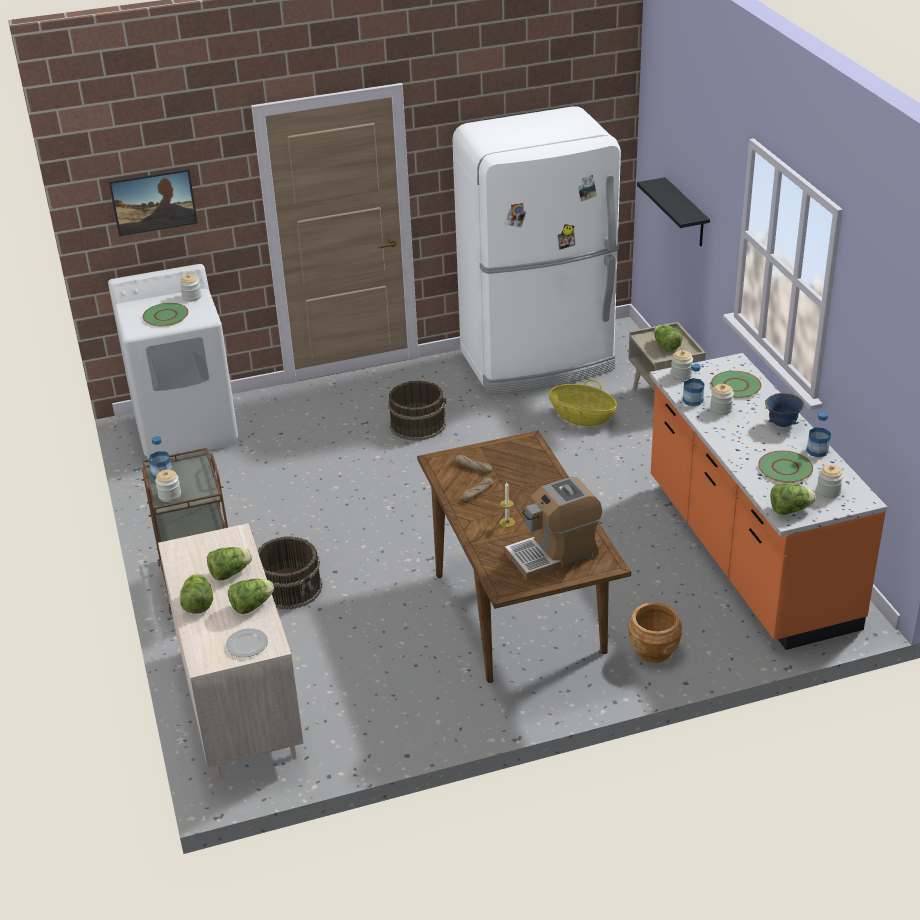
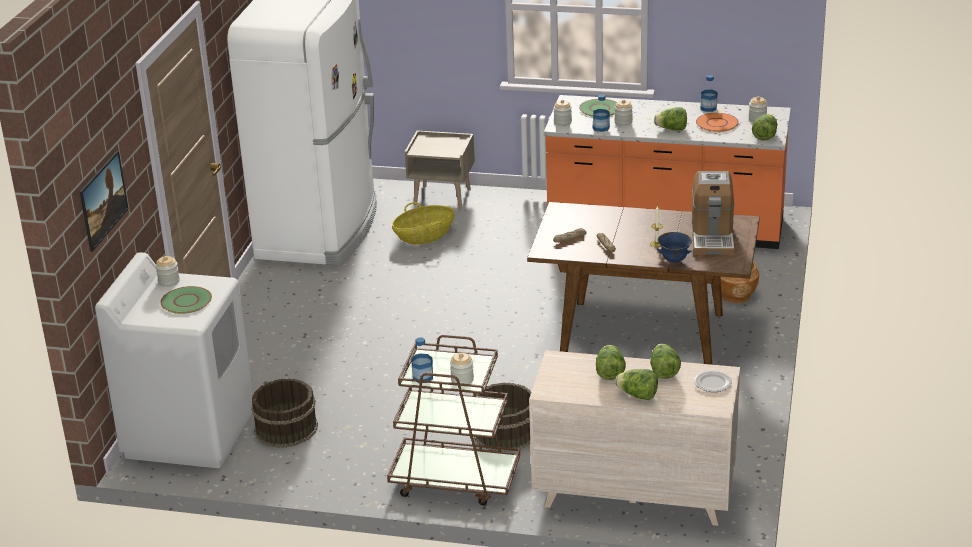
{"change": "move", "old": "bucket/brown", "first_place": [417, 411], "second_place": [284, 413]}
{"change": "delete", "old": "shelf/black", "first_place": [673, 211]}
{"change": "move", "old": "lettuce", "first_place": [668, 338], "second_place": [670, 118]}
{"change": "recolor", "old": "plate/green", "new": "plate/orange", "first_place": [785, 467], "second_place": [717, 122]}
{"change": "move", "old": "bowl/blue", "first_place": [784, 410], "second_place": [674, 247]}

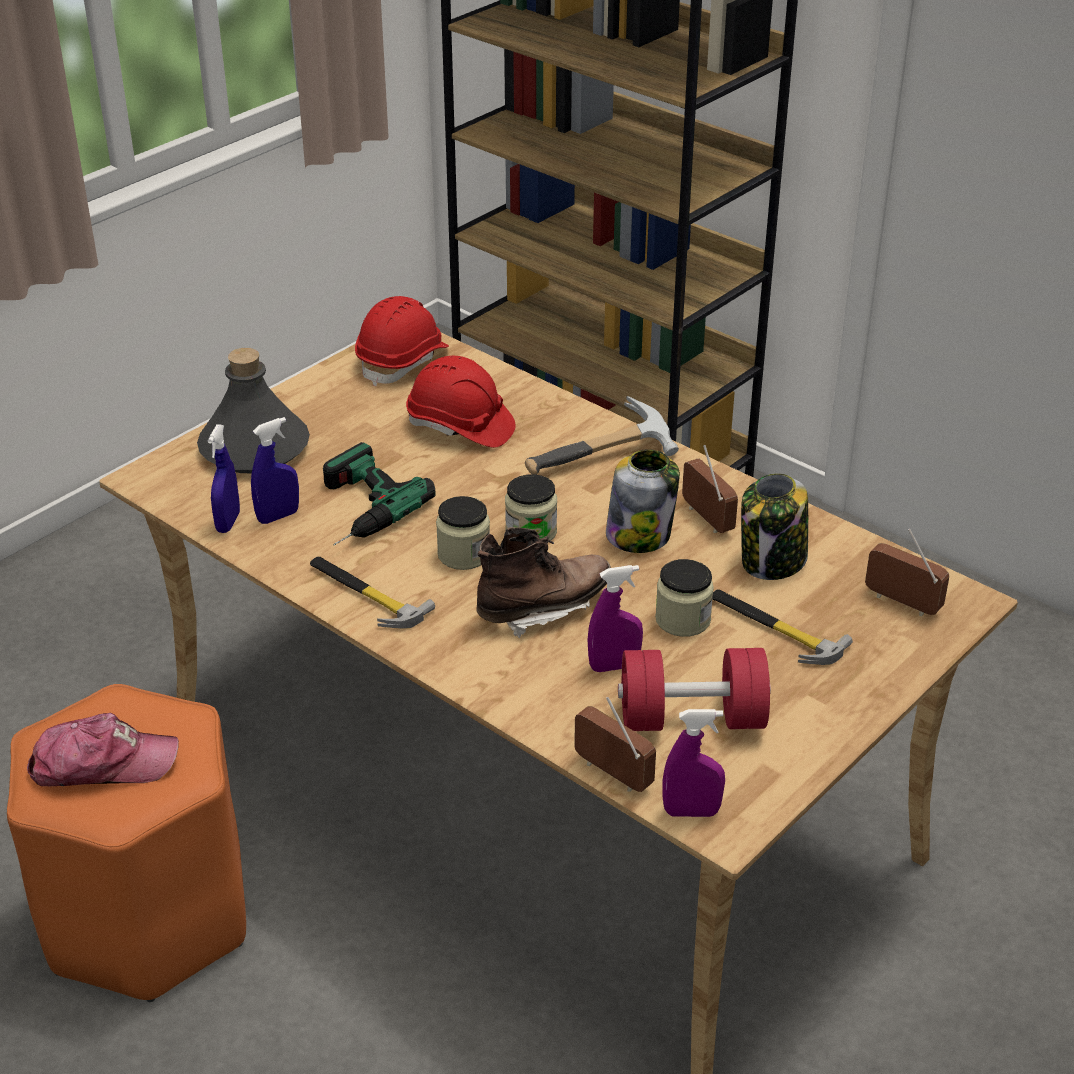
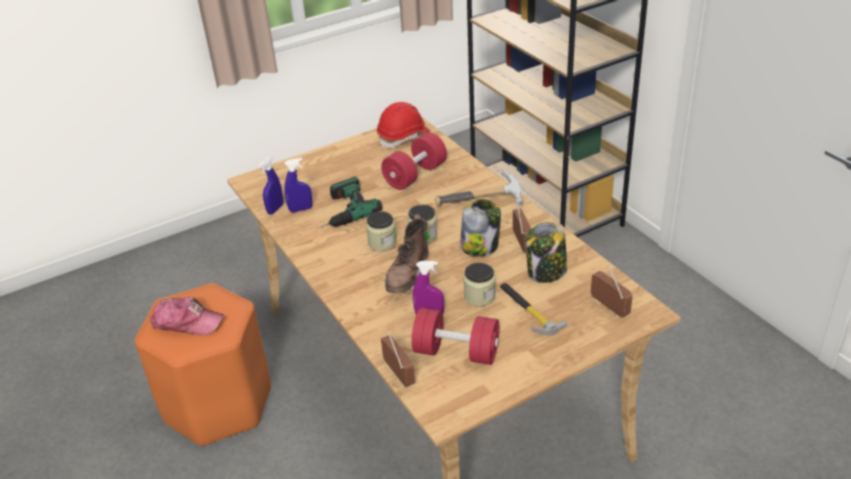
{"change": "delete", "old": "bottle/grey", "first_place": [253, 410]}
{"change": "delete", "old": "hammer", "first_place": [372, 593]}
{"change": "replace", "old": "hard hat/red", "new": "dumbbell/red", "first_place": [460, 402], "second_place": [414, 161]}
{"change": "rotate", "old": "boot/brown", "first_place": [543, 582], "second_place": [406, 253], "degrees": 120}
{"change": "delete", "old": "spray bottle/purple", "first_place": [693, 763]}

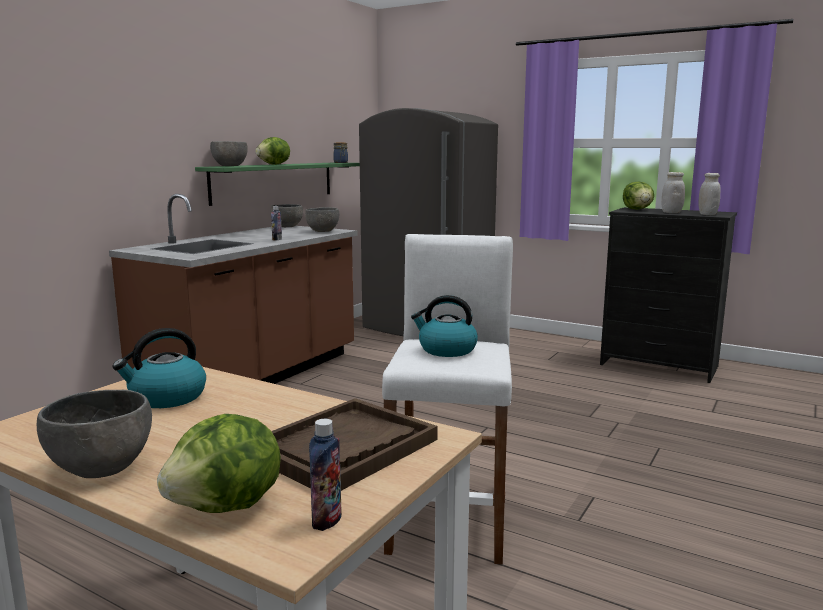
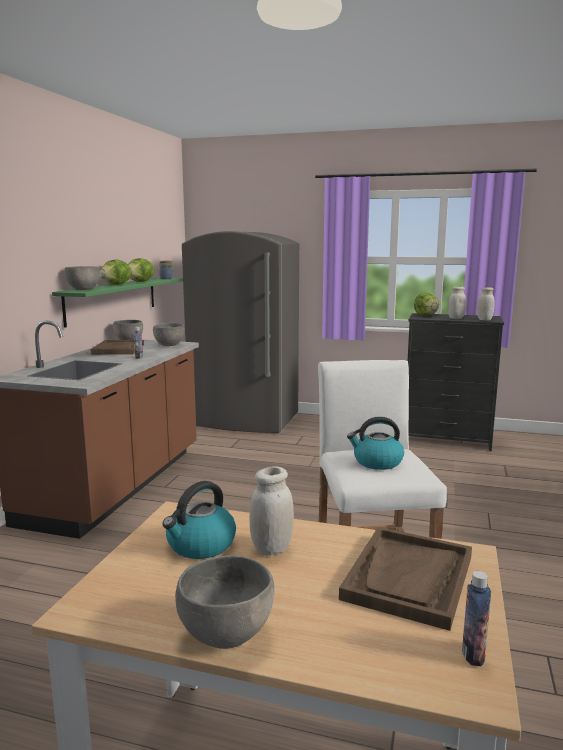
{"change": "move", "old": "lettuce", "first_place": [219, 463], "second_place": [141, 270]}
{"change": "insert", "new": "tray/brown", "second_place": [117, 347]}
{"change": "insert", "new": "jar/white", "second_place": [272, 511]}

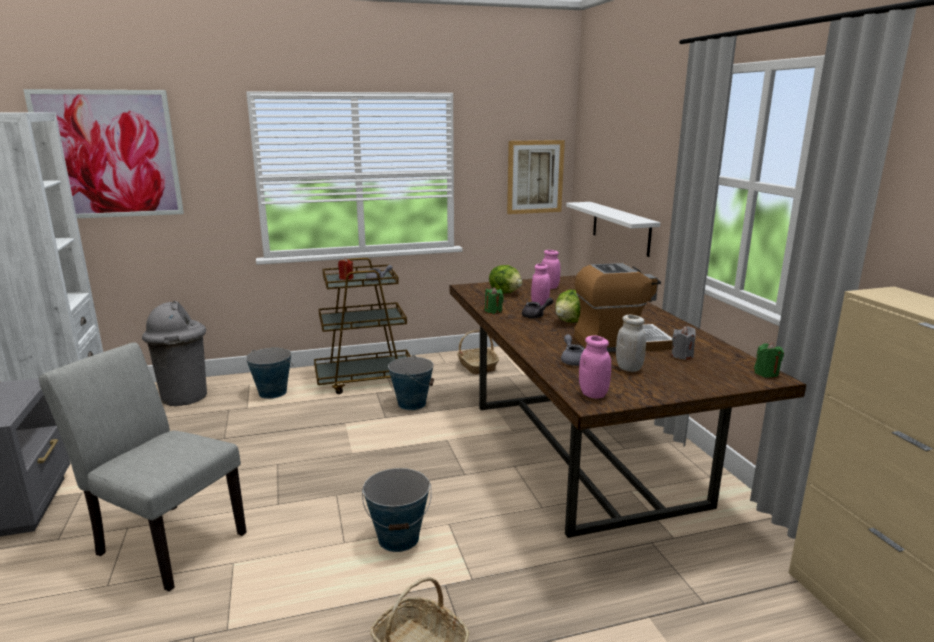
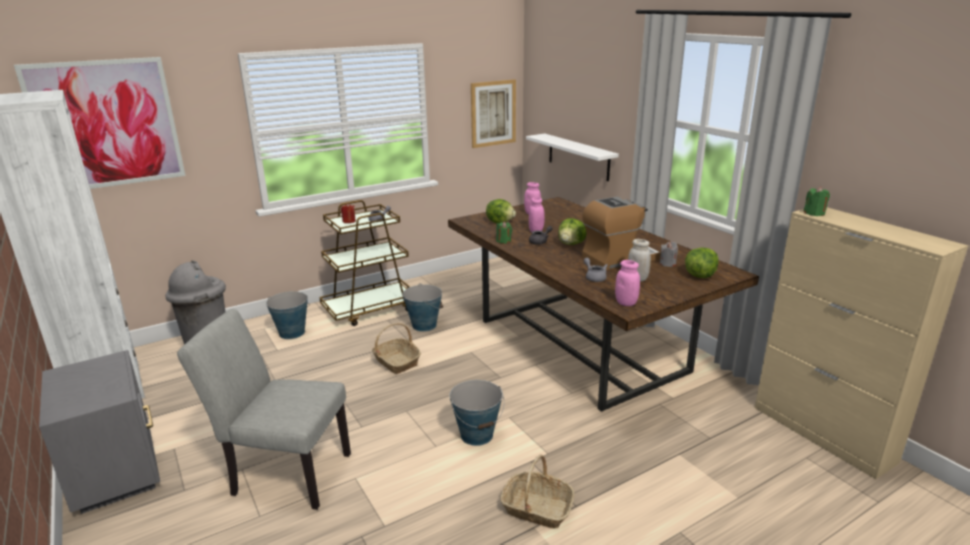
{"change": "move", "old": "basket", "first_place": [478, 352], "second_place": [396, 348]}
{"change": "move", "old": "candle/green", "first_place": [769, 360], "second_place": [816, 201]}
{"change": "insert", "new": "lettuce", "second_place": [702, 262]}

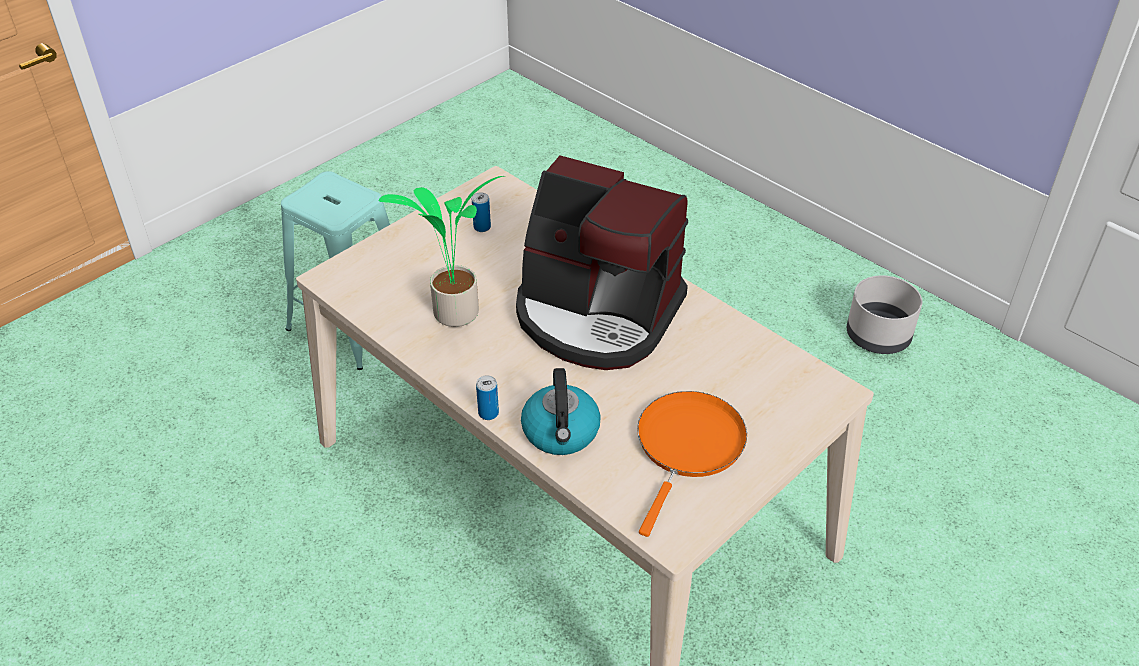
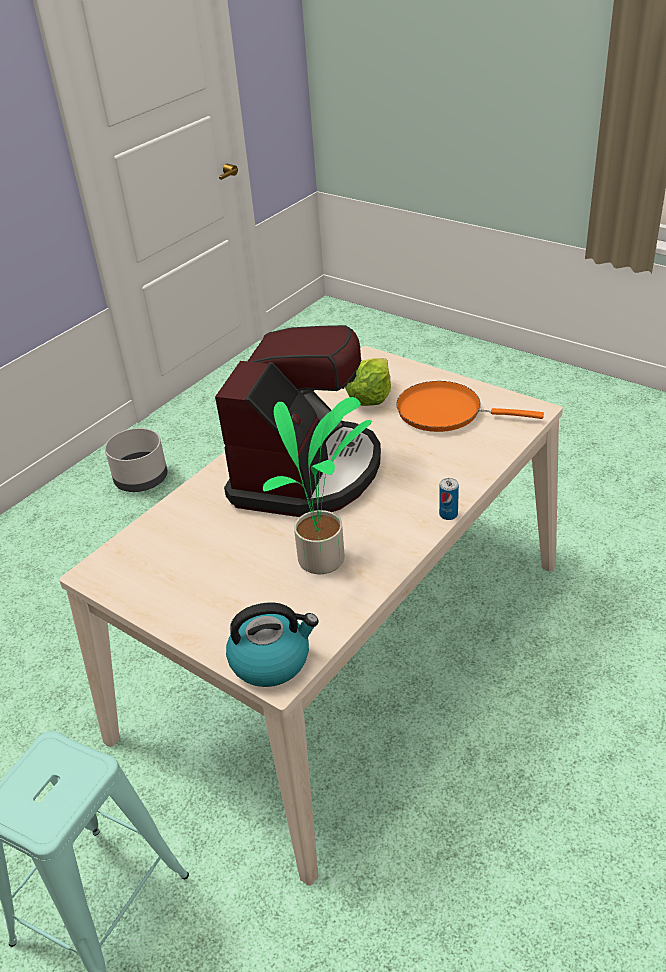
{"change": "delete", "old": "can", "first_place": [481, 212]}
{"change": "move", "old": "kettle", "first_place": [561, 411], "second_place": [272, 644]}
{"change": "insert", "new": "lettuce", "second_place": [368, 382]}

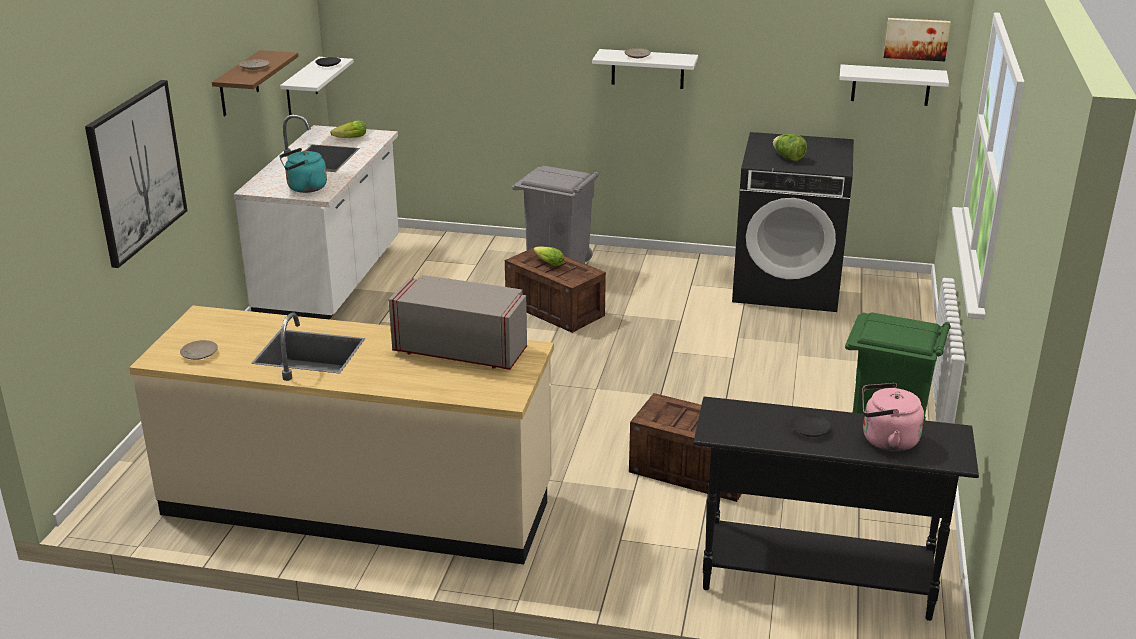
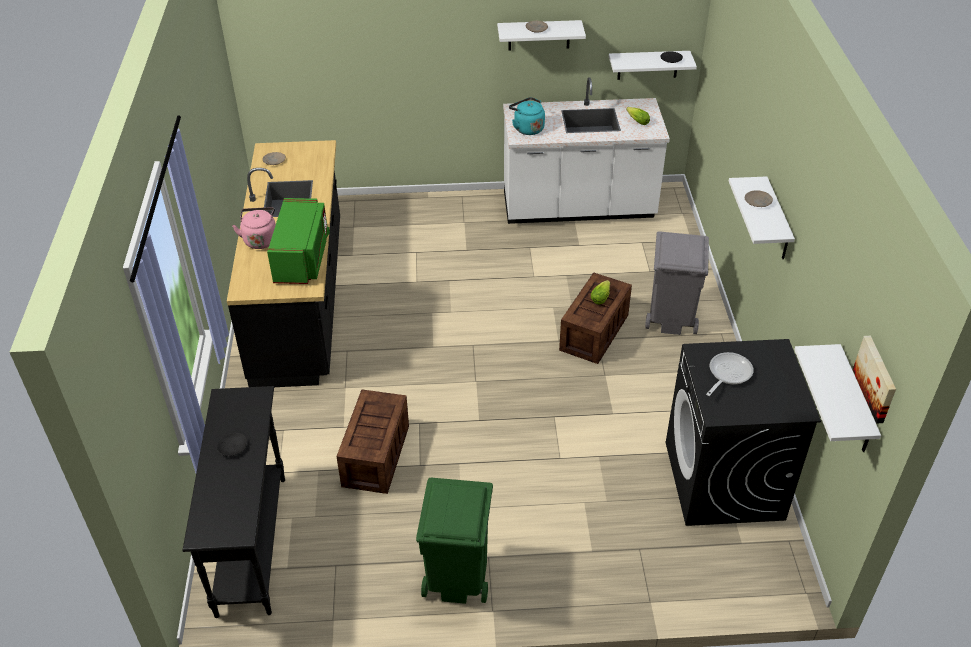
{"change": "delete", "old": "picture", "first_place": [136, 174]}
{"change": "recolor", "old": "counter/beige", "new": "counter/black", "first_place": [341, 435], "second_place": [283, 263]}
{"change": "recolor", "old": "shelf/brown", "new": "shelf/white", "first_place": [255, 83], "second_place": [541, 35]}
{"change": "recolor", "old": "microwave/grey", "new": "microwave/green", "first_place": [458, 322], "second_place": [298, 241]}
{"change": "replace", "old": "lettuce", "new": "frying pan", "first_place": [790, 148], "second_place": [730, 374]}
{"change": "move", "old": "kettle/pink", "first_place": [893, 417], "second_place": [254, 228]}

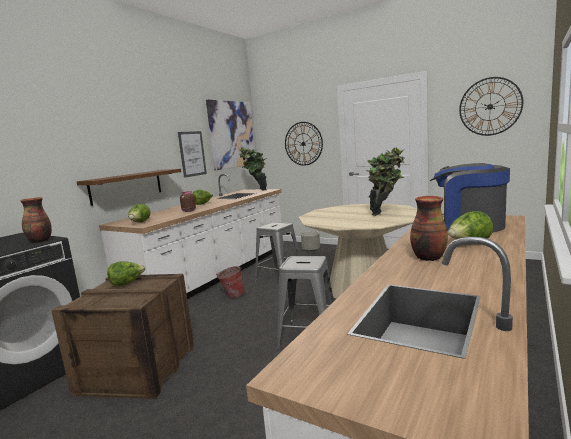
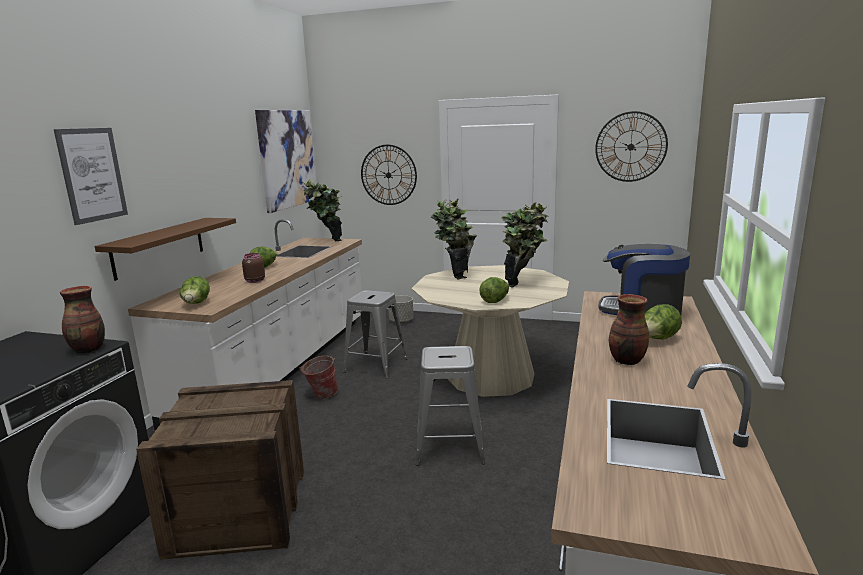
{"change": "move", "old": "lettuce", "first_place": [126, 273], "second_place": [494, 290]}
{"change": "move", "old": "picture", "first_place": [192, 154], "second_place": [91, 176]}
{"change": "insert", "new": "potted plant", "second_place": [453, 239]}

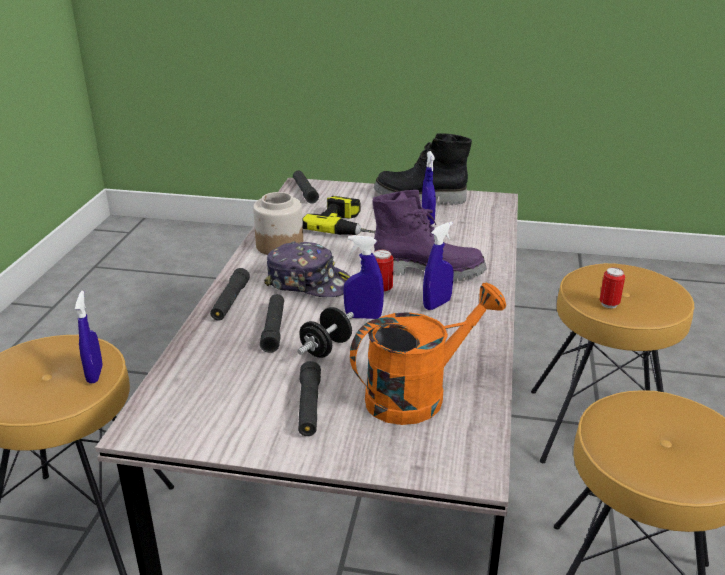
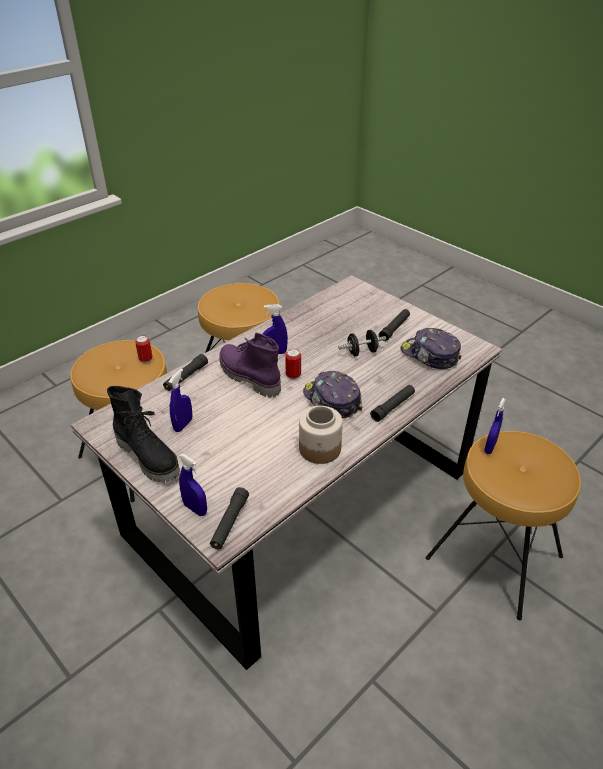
{"change": "move", "old": "flashlight/black", "first_place": [272, 323], "second_place": [185, 372]}
{"change": "delete", "old": "power drill", "first_place": [339, 215]}
{"change": "move", "old": "spray bottle/blue", "first_place": [363, 277], "second_place": [193, 485]}
{"change": "delete", "old": "watering can/orange", "first_place": [428, 354]}
{"change": "insert", "new": "cap", "second_place": [431, 348]}

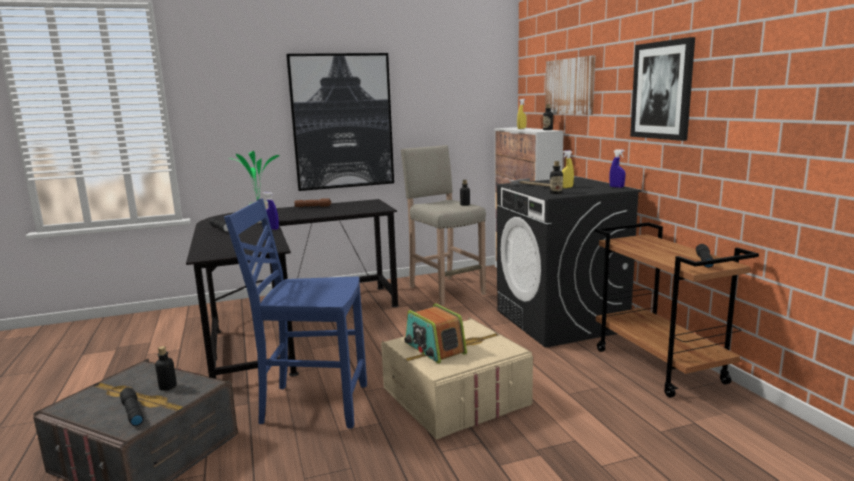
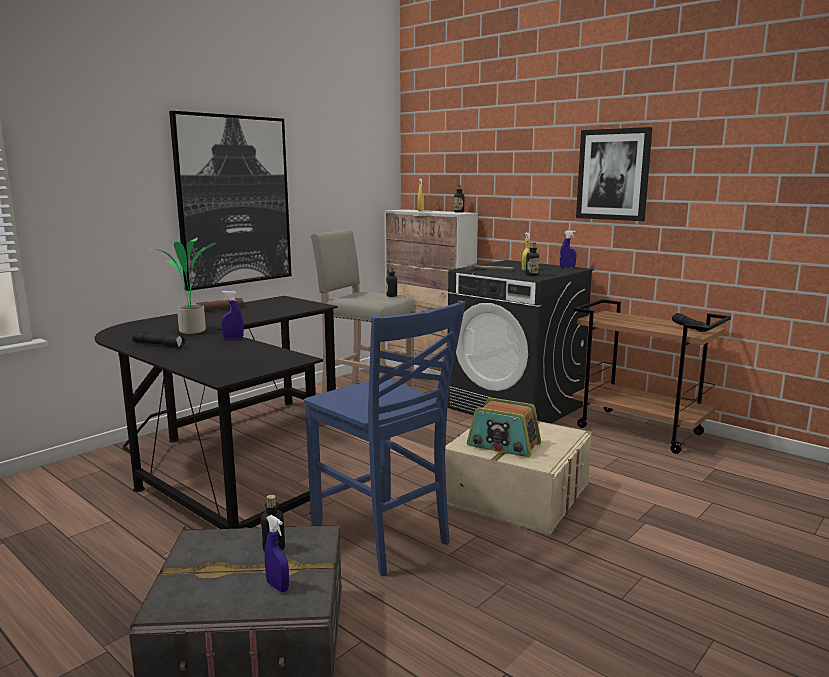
{"change": "replace", "old": "flashlight/black", "new": "spray bottle/blue", "first_place": [132, 406], "second_place": [276, 553]}
{"change": "rotate", "old": "chair/blue", "first_place": [295, 313], "second_place": [385, 438], "degrees": -105}
{"change": "delete", "old": "picture", "first_place": [570, 85]}

